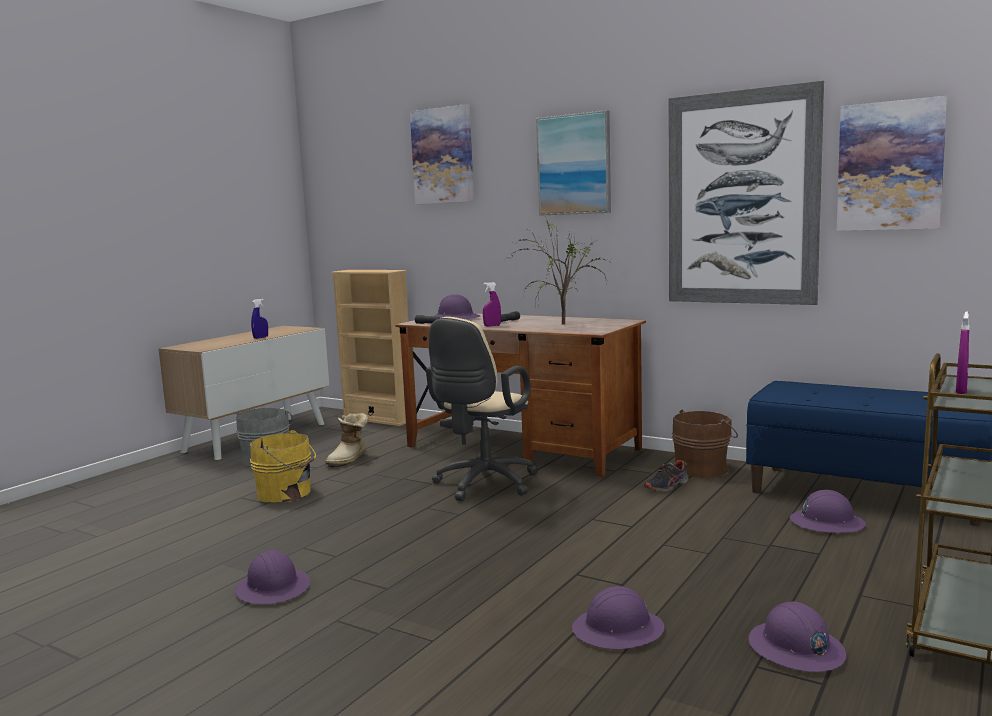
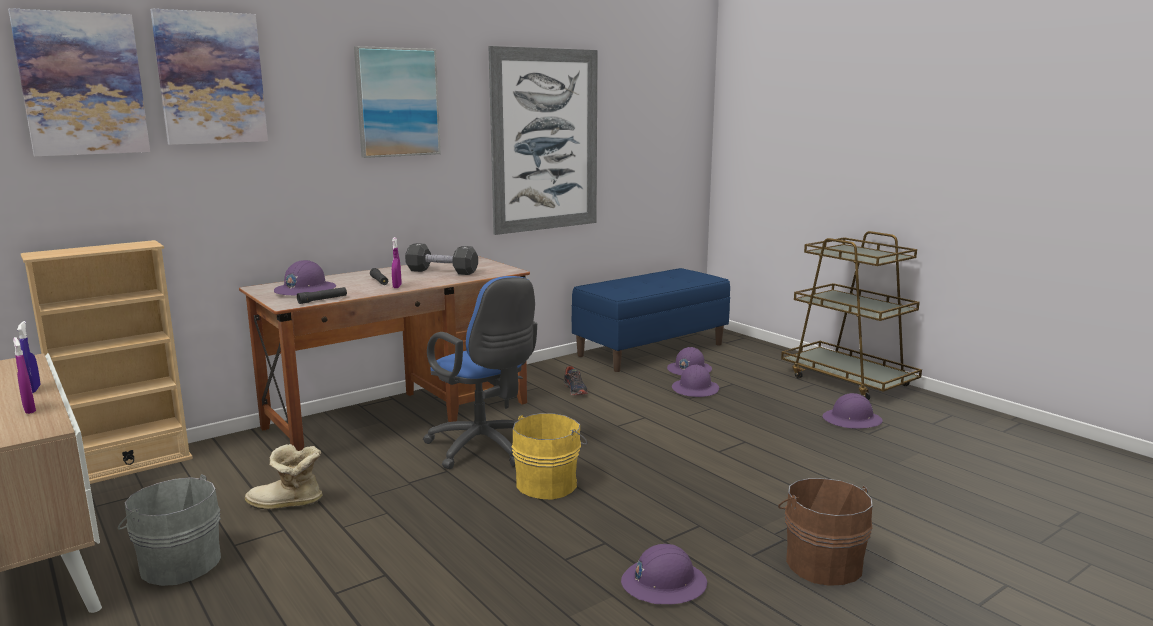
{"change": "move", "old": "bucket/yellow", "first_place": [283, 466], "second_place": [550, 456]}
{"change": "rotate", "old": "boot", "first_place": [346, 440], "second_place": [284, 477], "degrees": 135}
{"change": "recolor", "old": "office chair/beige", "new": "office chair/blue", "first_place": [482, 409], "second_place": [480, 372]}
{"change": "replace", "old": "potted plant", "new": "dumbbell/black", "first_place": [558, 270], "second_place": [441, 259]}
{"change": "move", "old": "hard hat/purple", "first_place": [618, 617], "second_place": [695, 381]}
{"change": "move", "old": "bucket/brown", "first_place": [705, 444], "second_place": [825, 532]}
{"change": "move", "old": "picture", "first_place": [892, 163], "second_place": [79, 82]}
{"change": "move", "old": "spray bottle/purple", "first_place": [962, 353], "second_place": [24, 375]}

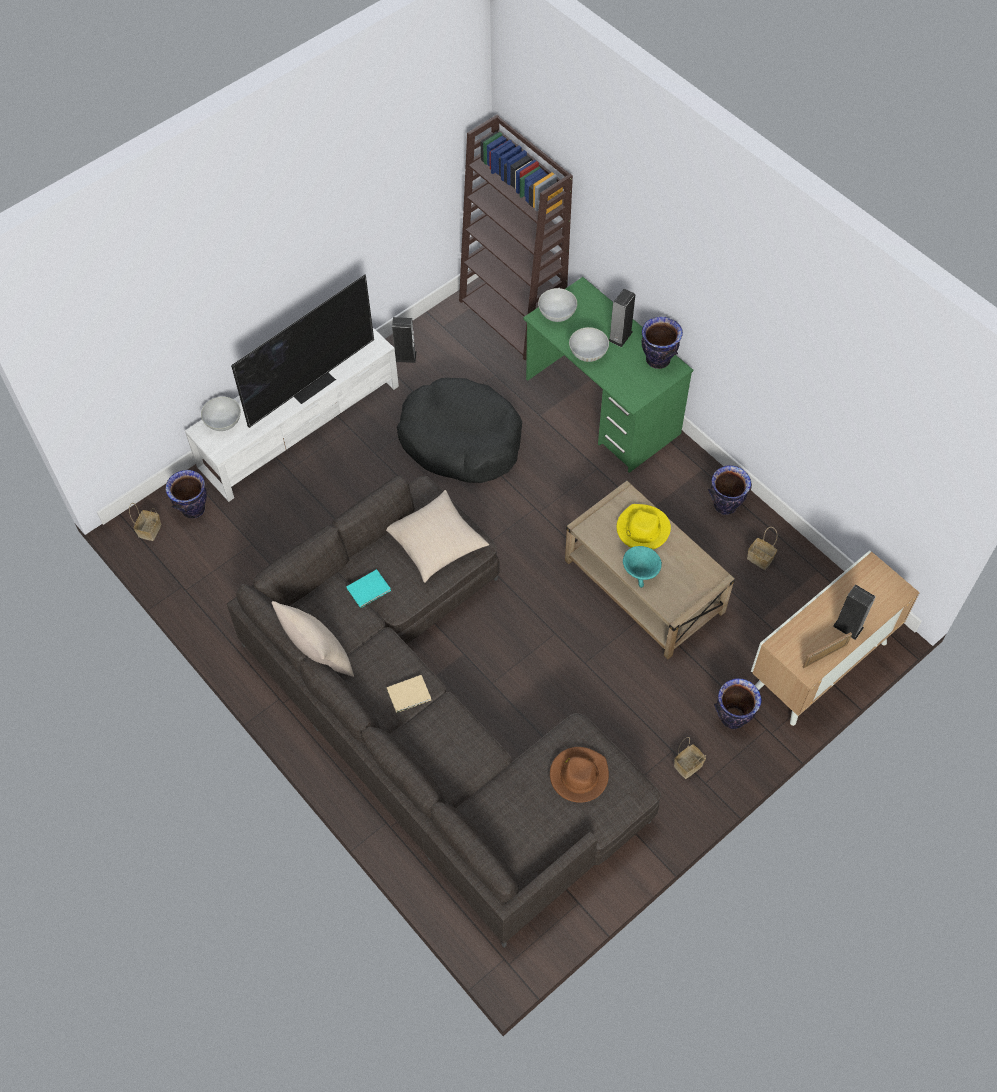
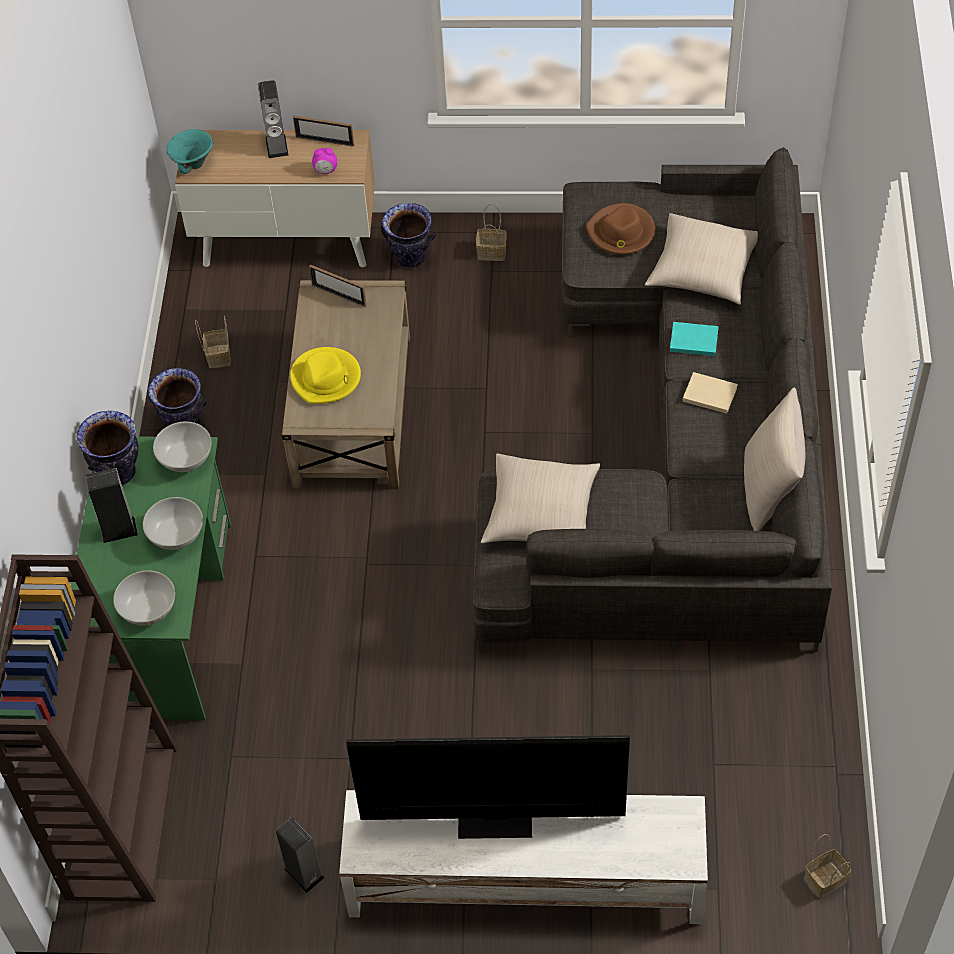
{"change": "delete", "old": "vase", "first_place": [186, 494]}
{"change": "move", "old": "bowl/white", "first_place": [221, 414], "second_place": [182, 446]}
{"change": "move", "old": "book/turquoise", "first_place": [368, 588], "second_place": [694, 339]}
{"change": "delete", "old": "dog bed/black", "first_place": [459, 430]}
{"change": "move", "old": "bowl/turquoise", "first_place": [642, 567], "second_place": [190, 151]}
{"change": "insert", "new": "picture frame", "second_place": [338, 286]}
{"change": "insert", "new": "alarm clock", "second_place": [324, 161]}
{"change": "insert", "new": "pillow/beige", "second_place": [701, 259]}

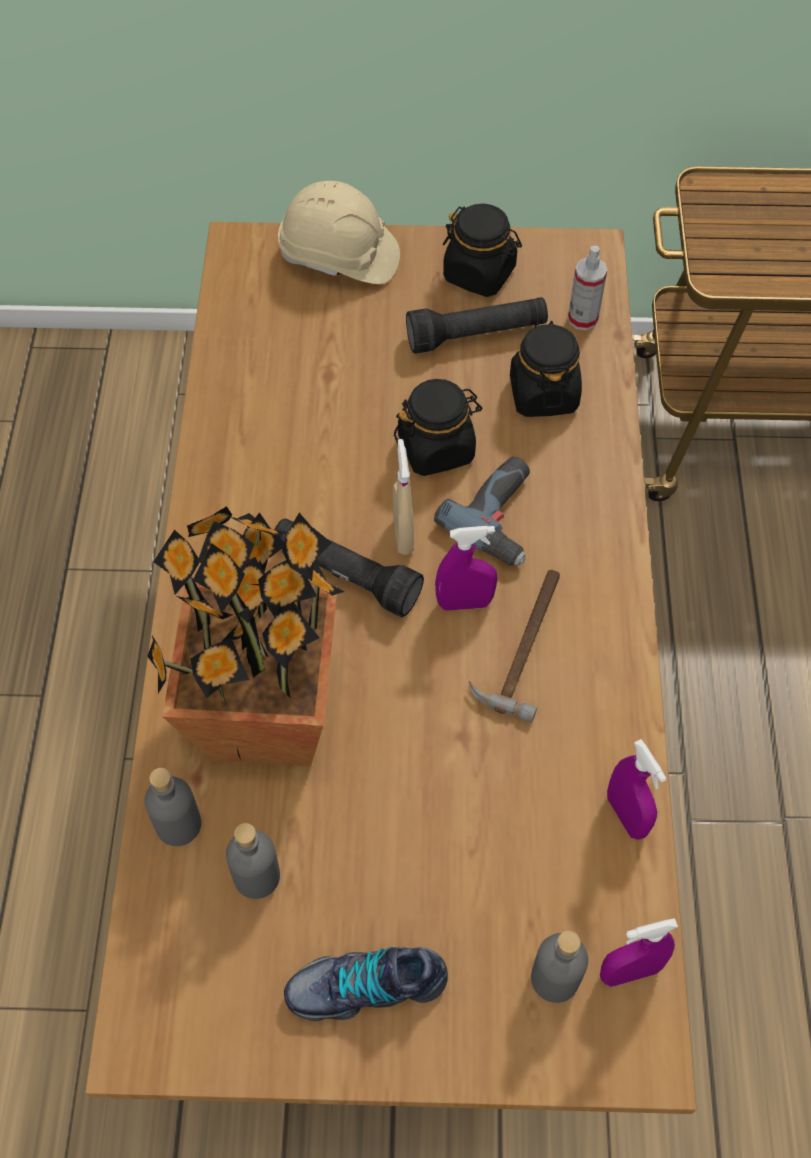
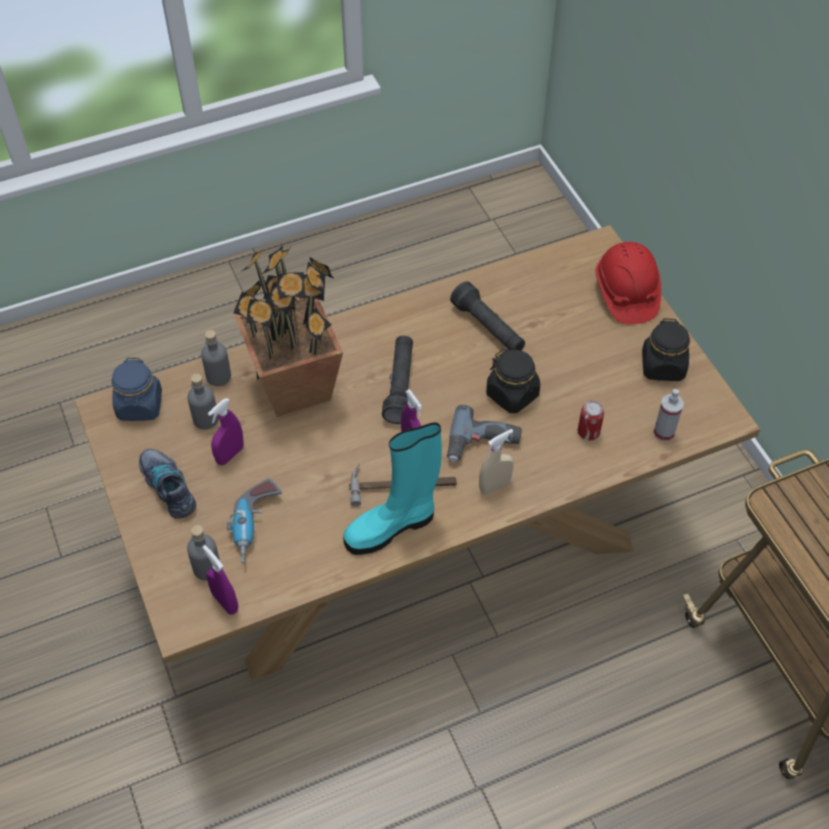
{"change": "recolor", "old": "hard hat/beige", "new": "hard hat/red", "first_place": [339, 232], "second_place": [628, 283]}
{"change": "move", "old": "spray bottle/beige", "first_place": [403, 497], "second_place": [496, 462]}
{"change": "move", "old": "flashlight/black", "first_place": [477, 325], "second_place": [487, 315]}
{"change": "replace", "old": "jar/black", "new": "can", "first_place": [546, 369], "second_place": [590, 420]}
{"change": "move", "old": "spray bottle/purple", "first_place": [637, 789], "second_place": [226, 431]}
{"change": "insert", "new": "jar/blue", "second_place": [137, 389]}
{"change": "insert", "new": "power drill", "second_place": [254, 521]}
{"change": "insert", "new": "boot/turquoise", "second_place": [392, 488]}

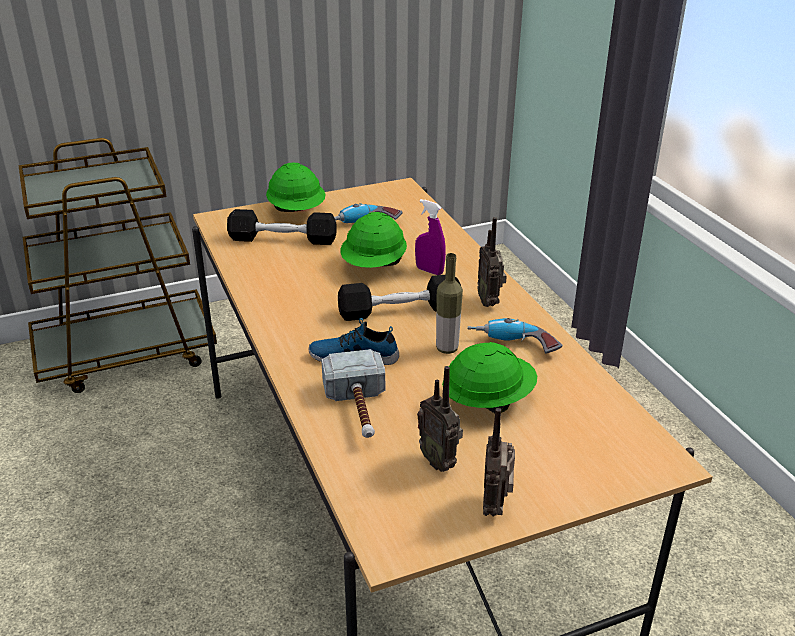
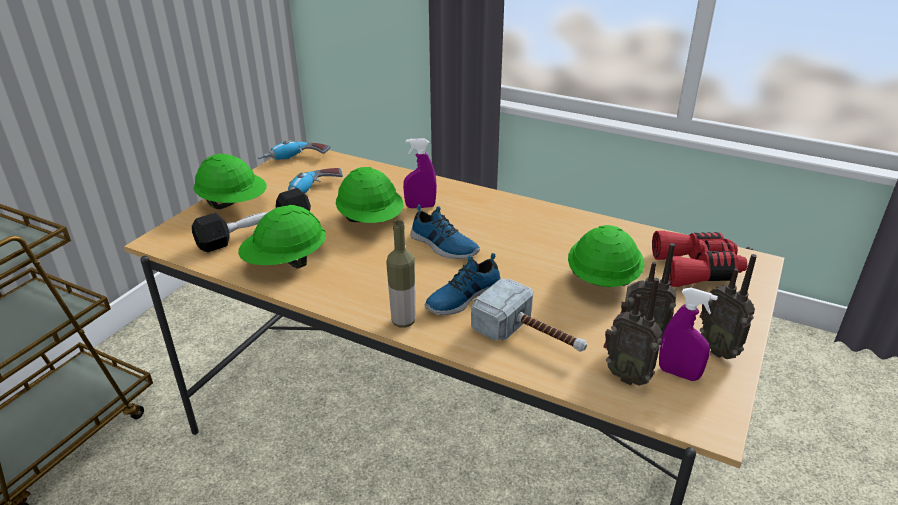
{"change": "replace", "old": "dumbbell/black", "new": "shoe", "first_place": [399, 298], "second_place": [445, 232]}
{"change": "move", "old": "bottle", "first_place": [449, 303], "second_place": [400, 274]}
{"change": "move", "old": "power drill", "first_place": [515, 336], "second_place": [294, 150]}
{"change": "move", "old": "radio", "first_place": [492, 262], "second_place": [632, 332]}
{"change": "insert", "new": "hard hat/green", "second_place": [282, 237]}
{"change": "insert", "new": "binoculars/red", "second_place": [699, 259]}
{"change": "insert", "new": "spray bottle/purple", "second_place": [688, 334]}

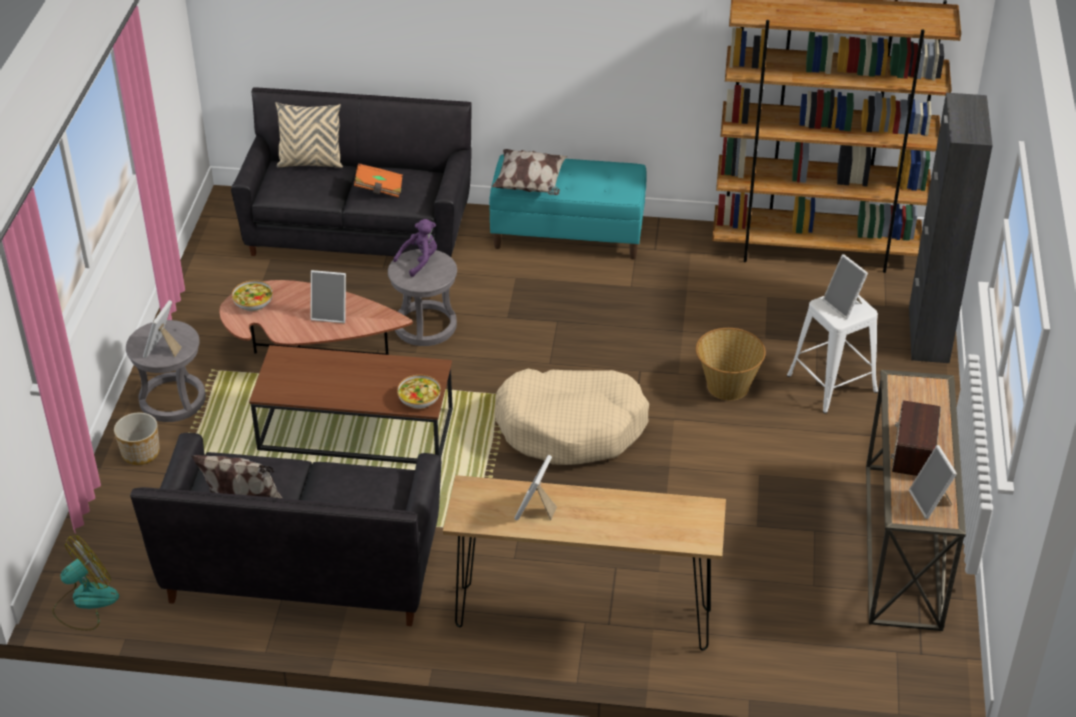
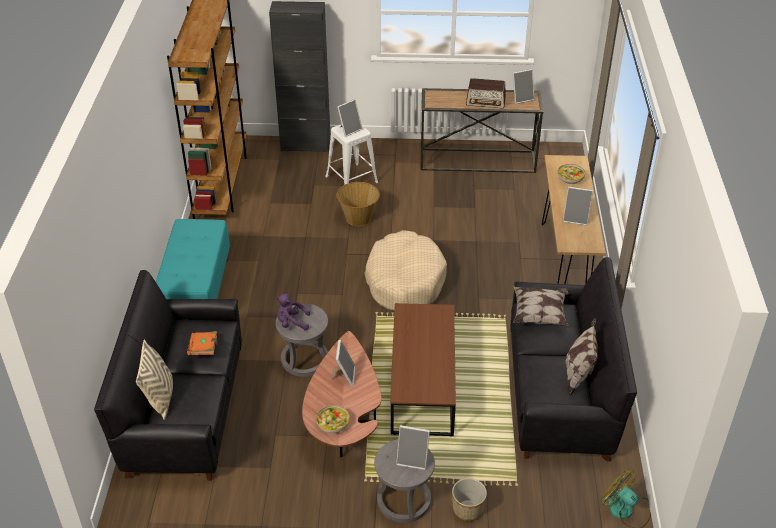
{"change": "rotate", "old": "plush toy/purple", "first_place": [415, 248], "second_place": [293, 312], "degrees": -45}
{"change": "move", "old": "bowl", "first_place": [419, 392], "second_place": [571, 174]}
{"change": "move", "old": "pillow", "first_place": [530, 172], "second_place": [540, 306]}

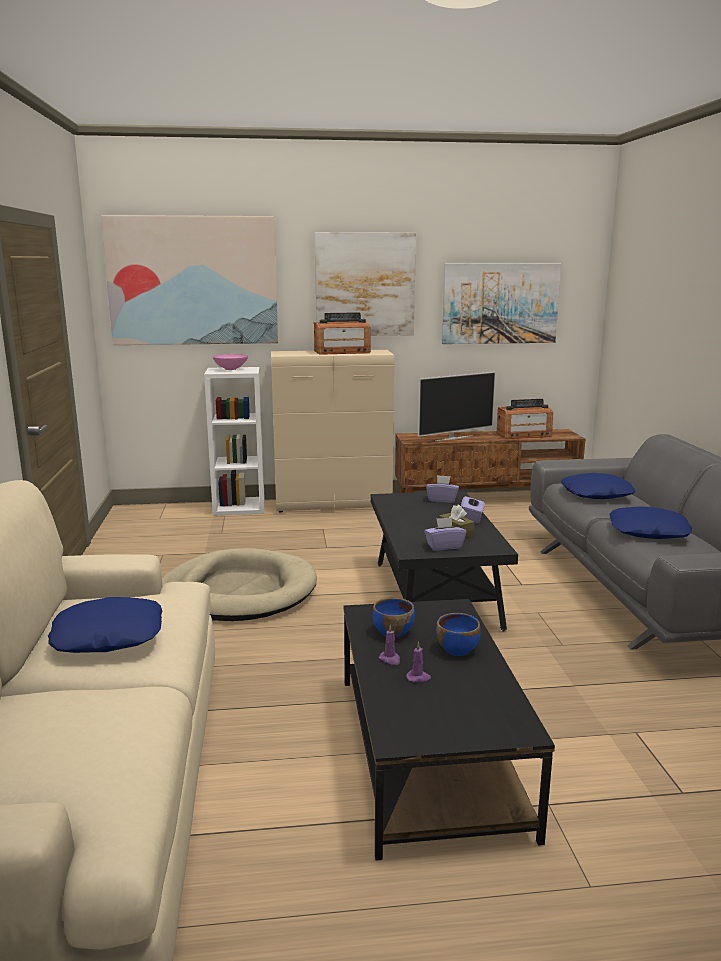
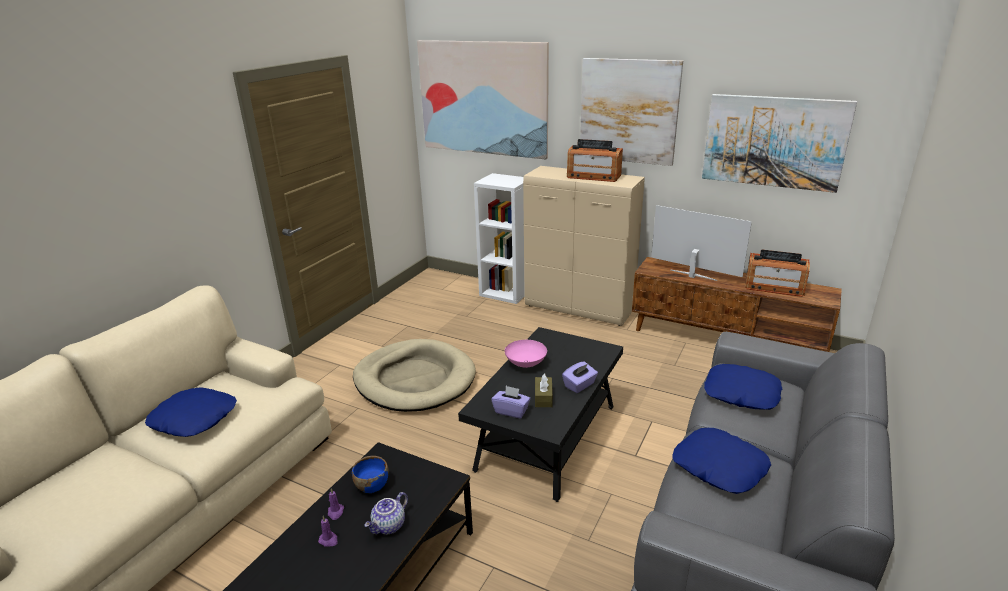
{"change": "move", "old": "bowl/pink", "first_place": [230, 362], "second_place": [526, 354]}
{"change": "rotate", "old": "television", "first_place": [457, 406], "second_place": [701, 243], "degrees": -150}
{"change": "delete", "old": "tissue box/purple", "first_place": [442, 489]}
{"change": "replace", "old": "bowl/blue", "new": "teapot", "first_place": [458, 634], "second_place": [386, 513]}

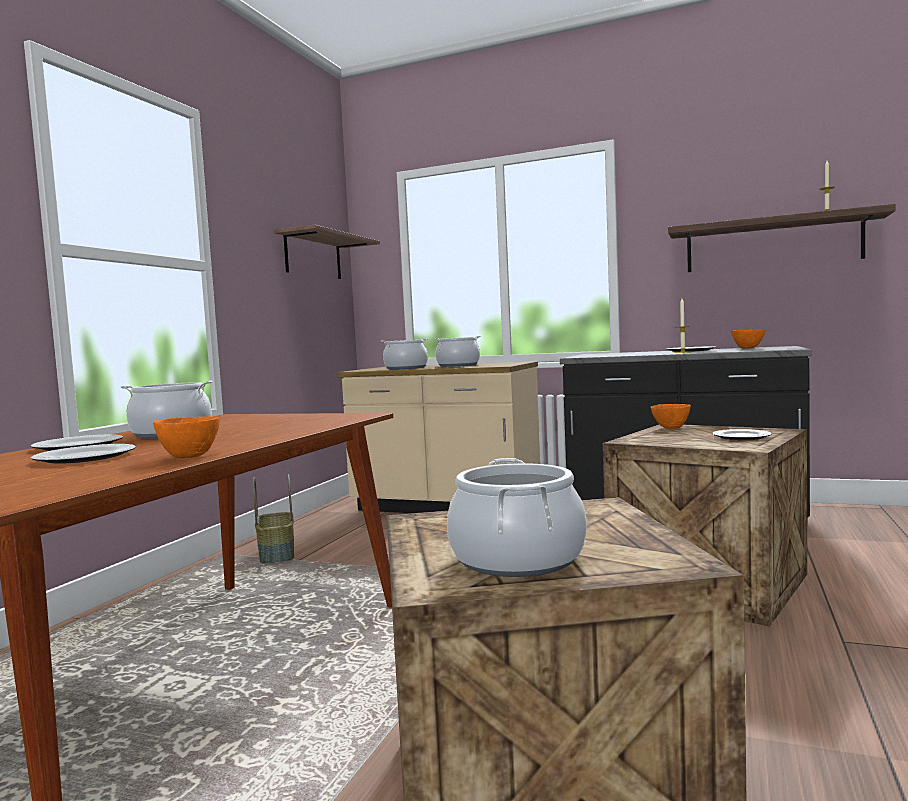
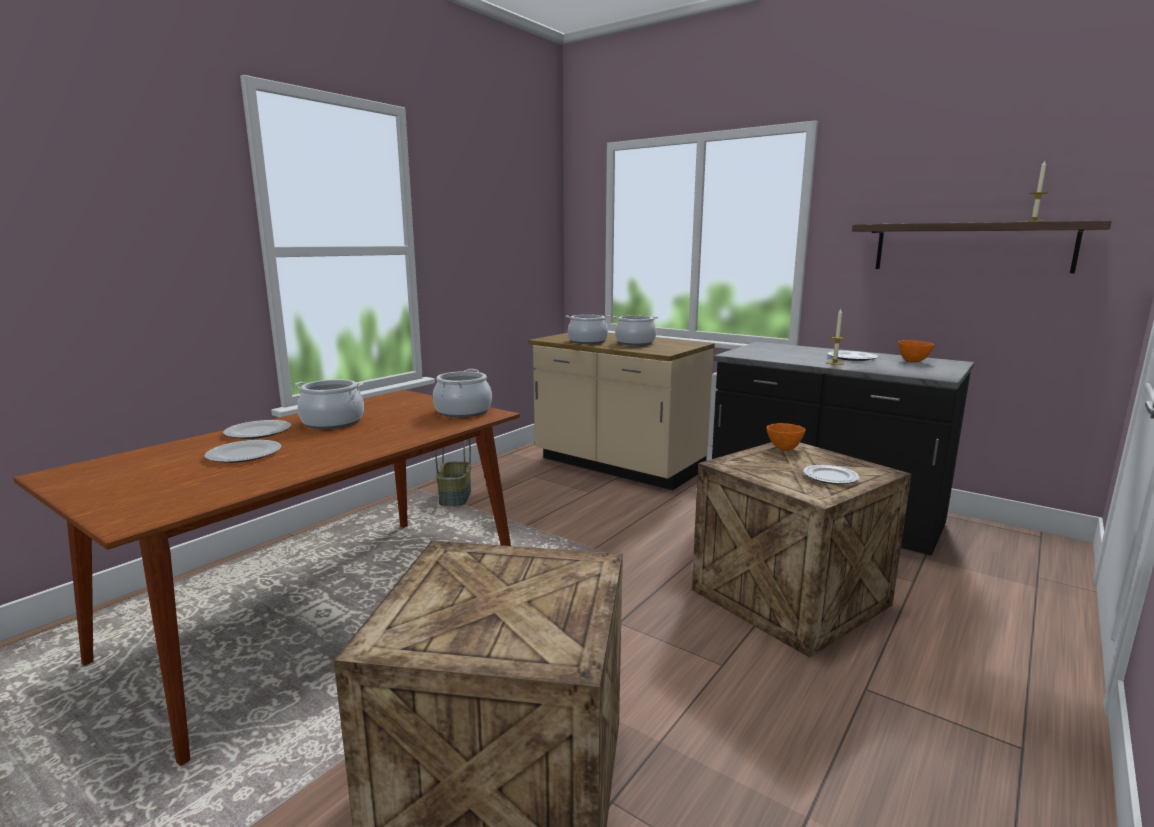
{"change": "delete", "old": "bowl/orange", "first_place": [186, 437]}
{"change": "delete", "old": "shelf", "first_place": [327, 252]}
{"change": "move", "old": "cooking pot", "first_place": [517, 517], "second_place": [462, 393]}

